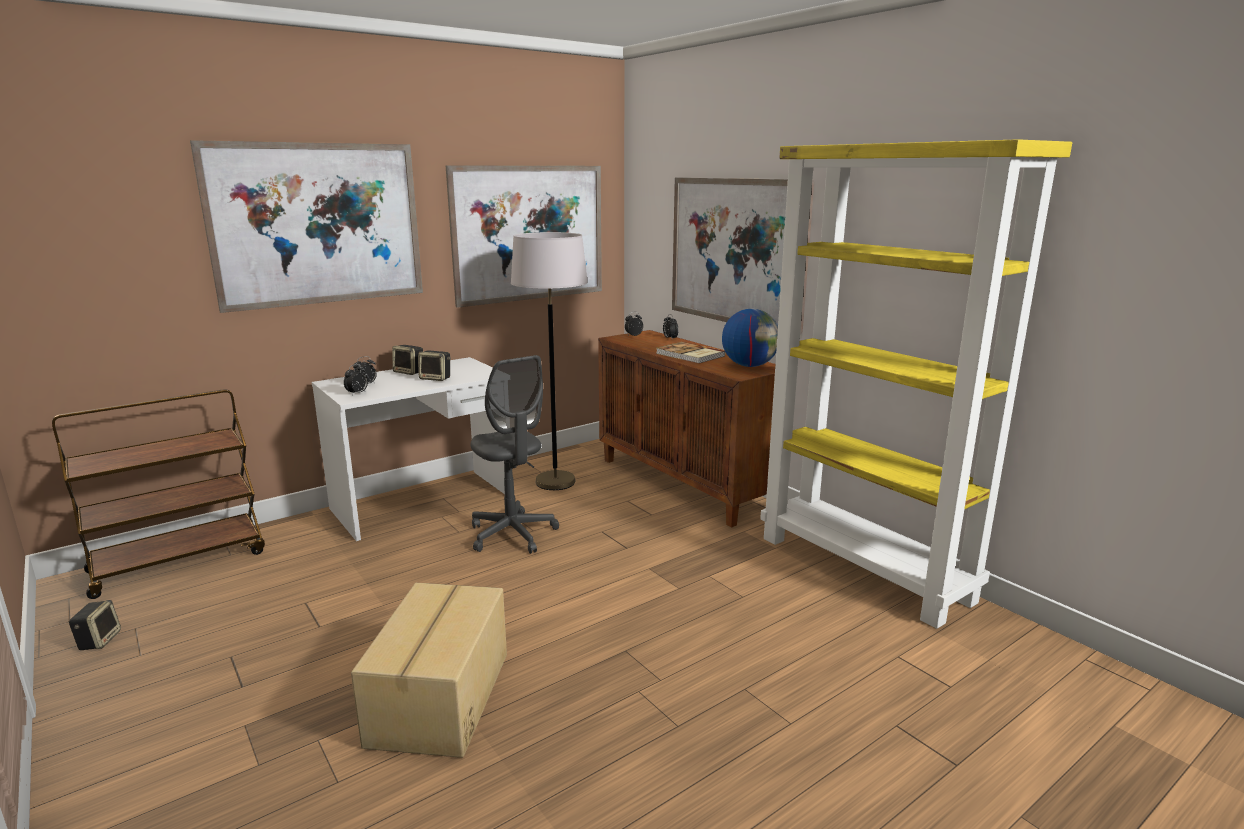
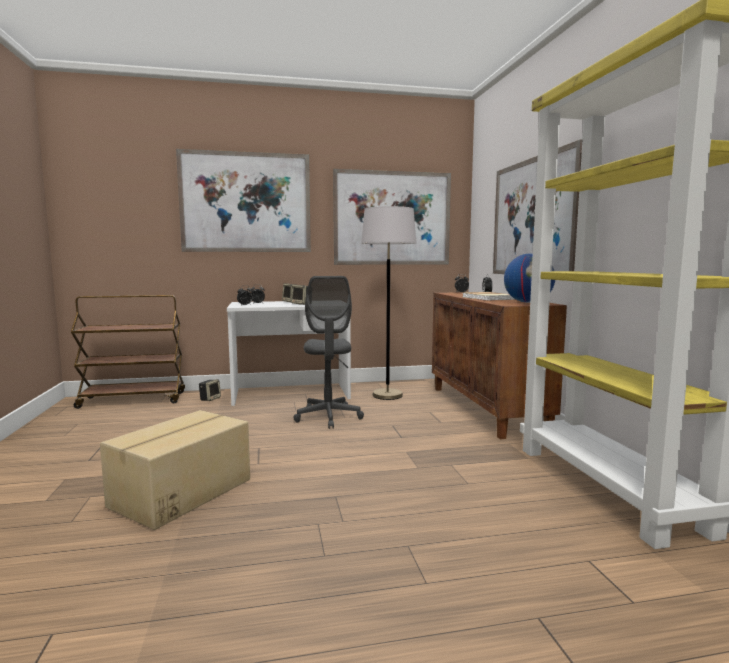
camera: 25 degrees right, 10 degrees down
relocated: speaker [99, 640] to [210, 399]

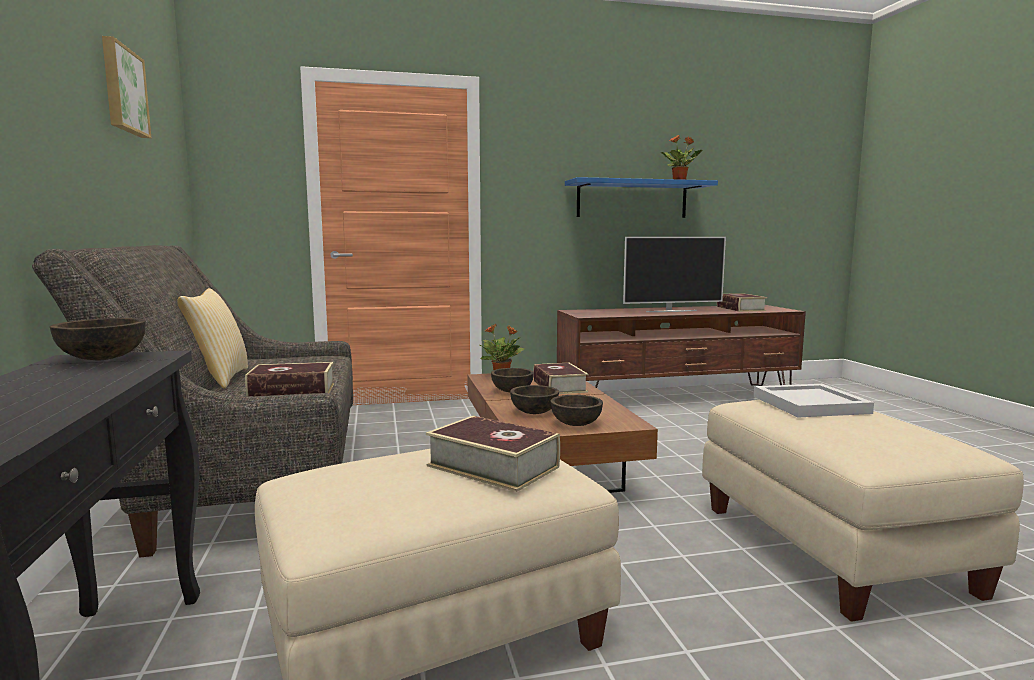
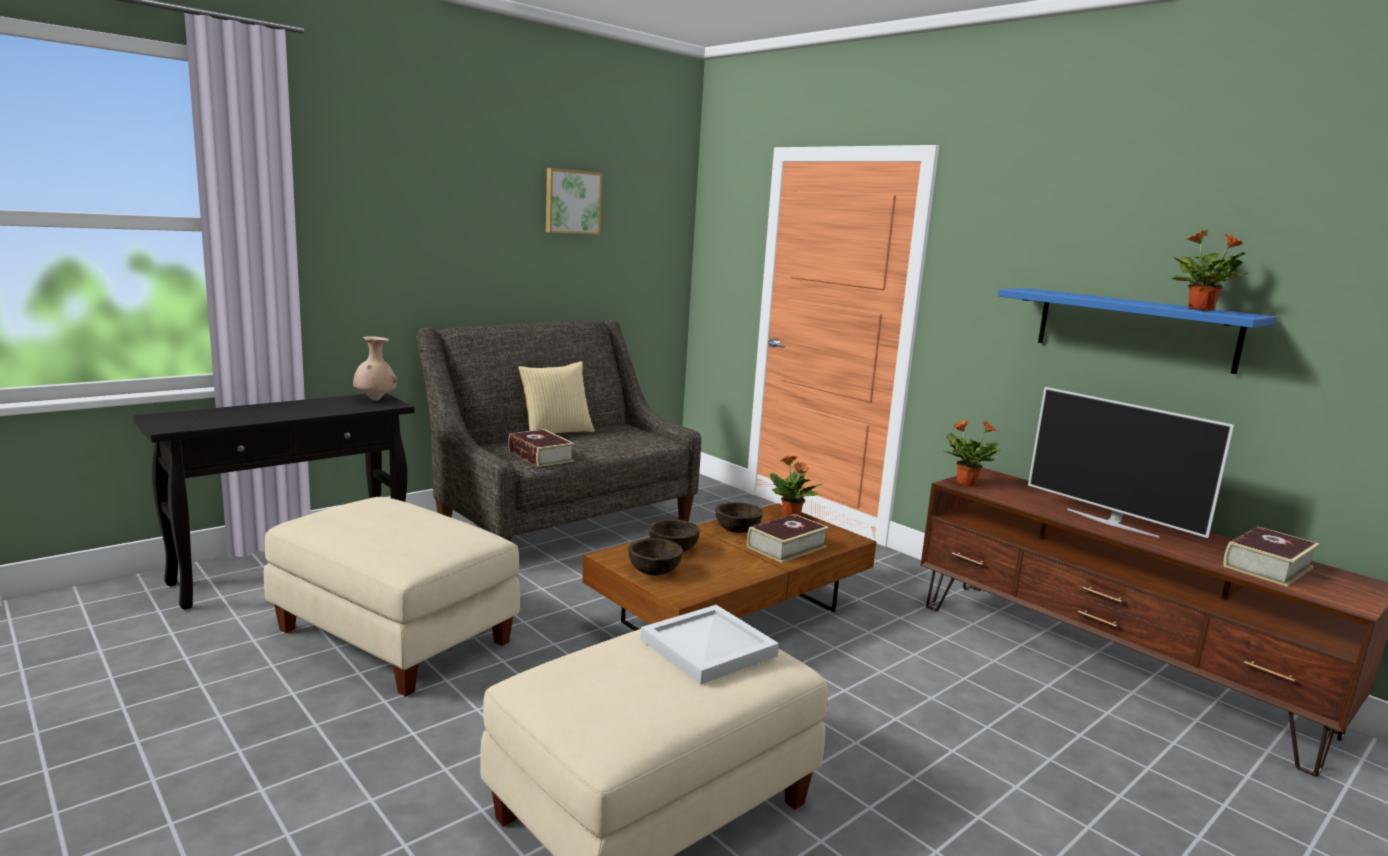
camera: 60 degrees right, 5 degrees up
missing: volume [493, 466]
appeared: plant in a pot [965, 483]
exchanged: deep dish (brown) [102, 359] to vase (beige-coloured) [375, 400]

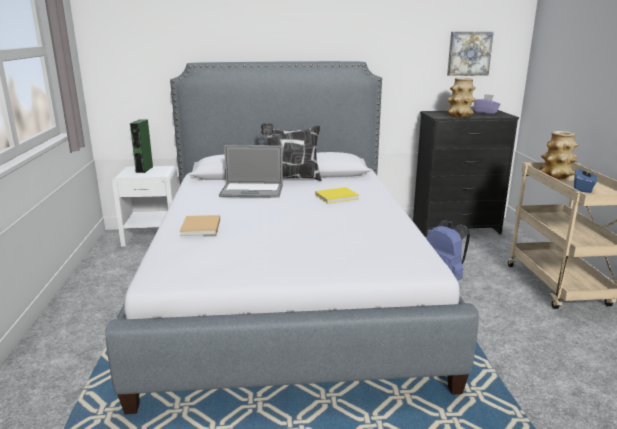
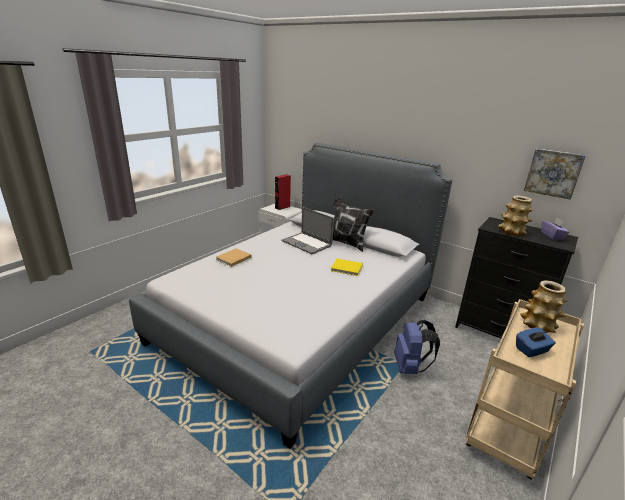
camera: 40 degrees right, 5 degrees up
colour: speaker (greenish) [144, 169] to speaker (red) [282, 207]

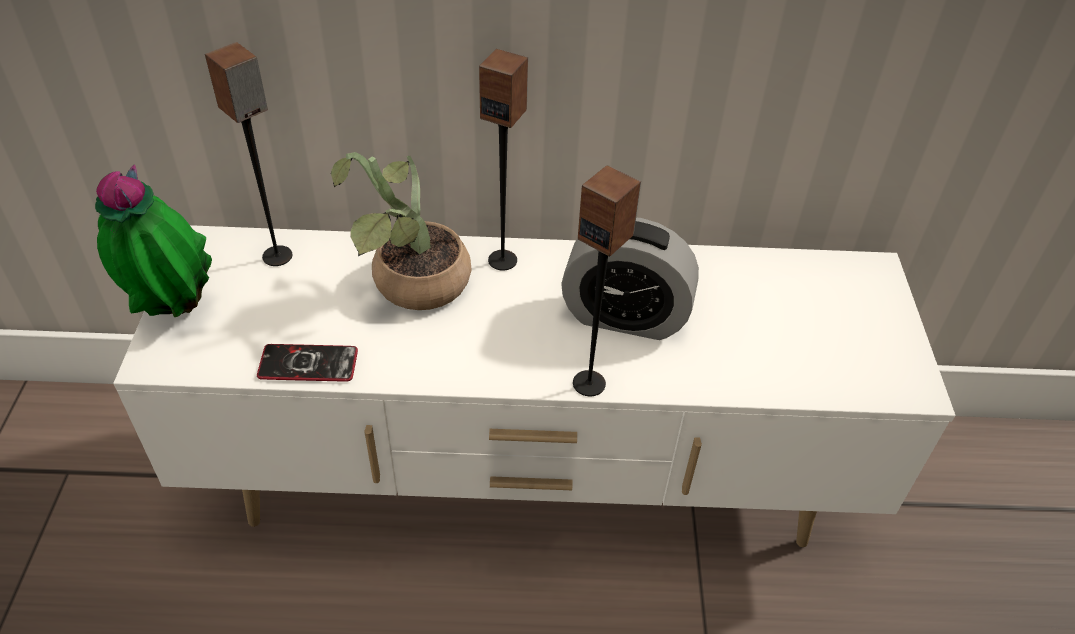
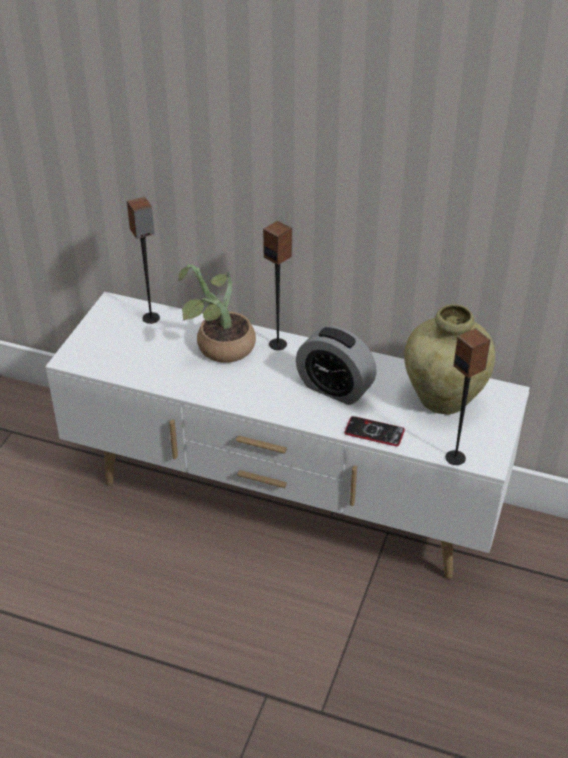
camera: 20 degrees right, 5 degrees down
missing: plant in a pot [173, 311]
appeared: vase (beige-coloured) [443, 399]
relocated: speaker [589, 383] to [455, 458]; handset [308, 364] to [374, 432]

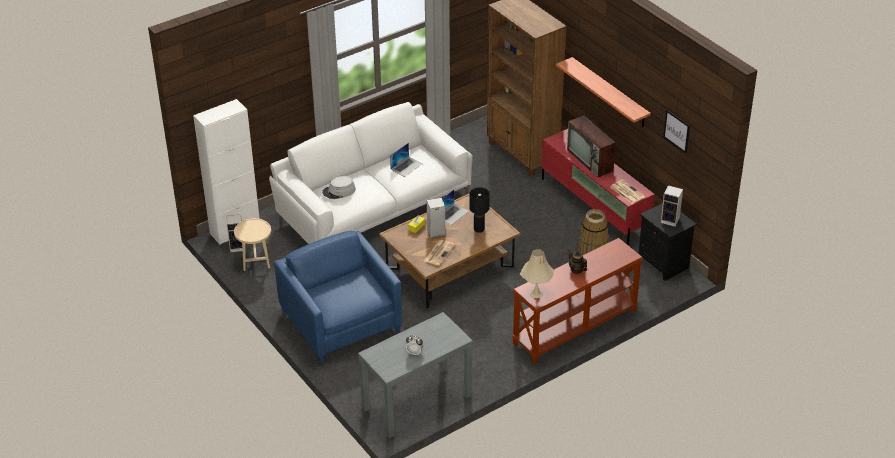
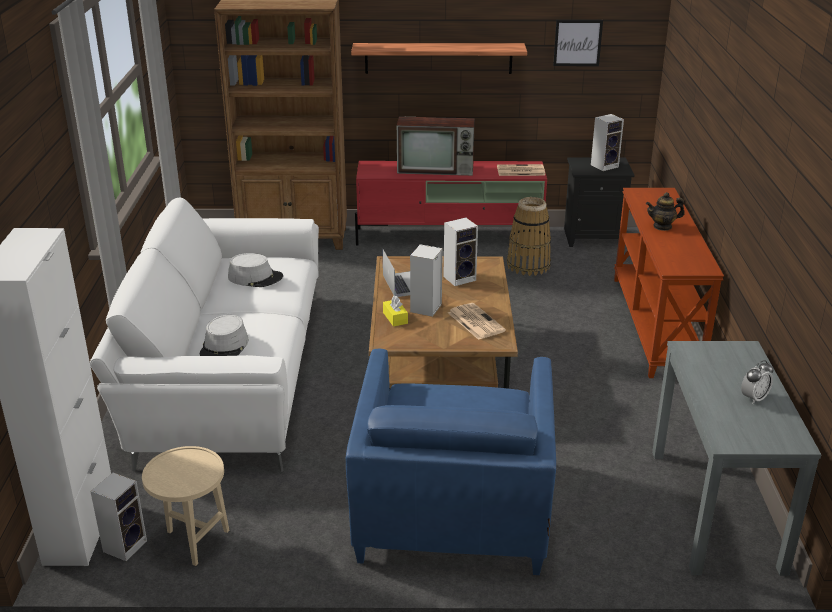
camera: 55 degrees left, 10 degrees down
missing: tabletop lamp (beige-coloured) [536, 293]
exchanged: notebook computer [406, 166] to hat (gray) [255, 277]; tabletop lamp (blackish) [479, 229] to speaker [460, 278]
spun: lounge chair (blue-coloured) [341, 321] = [452, 508] 90 degrees counterclockwise

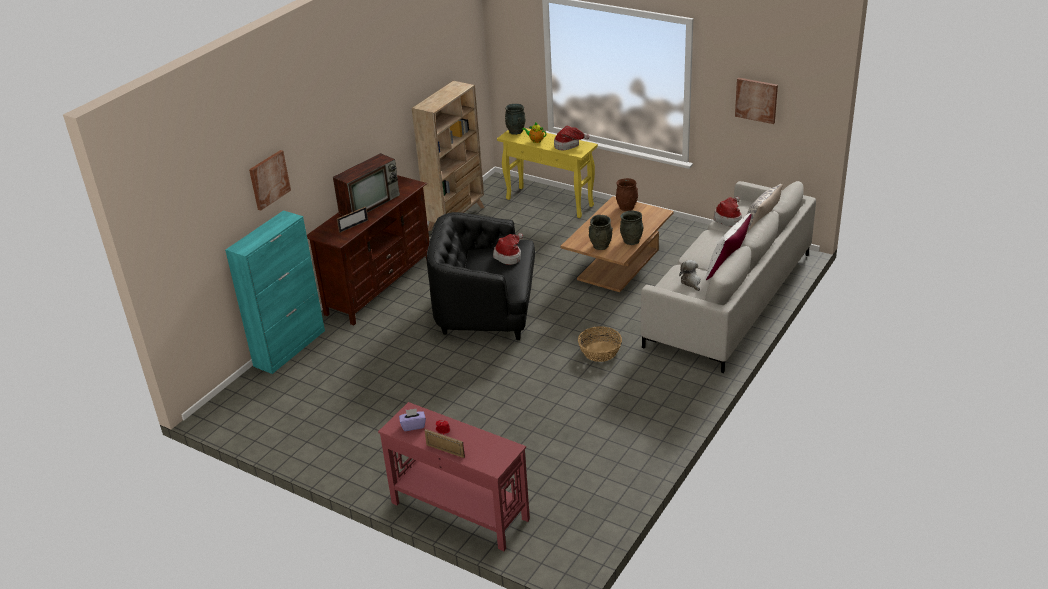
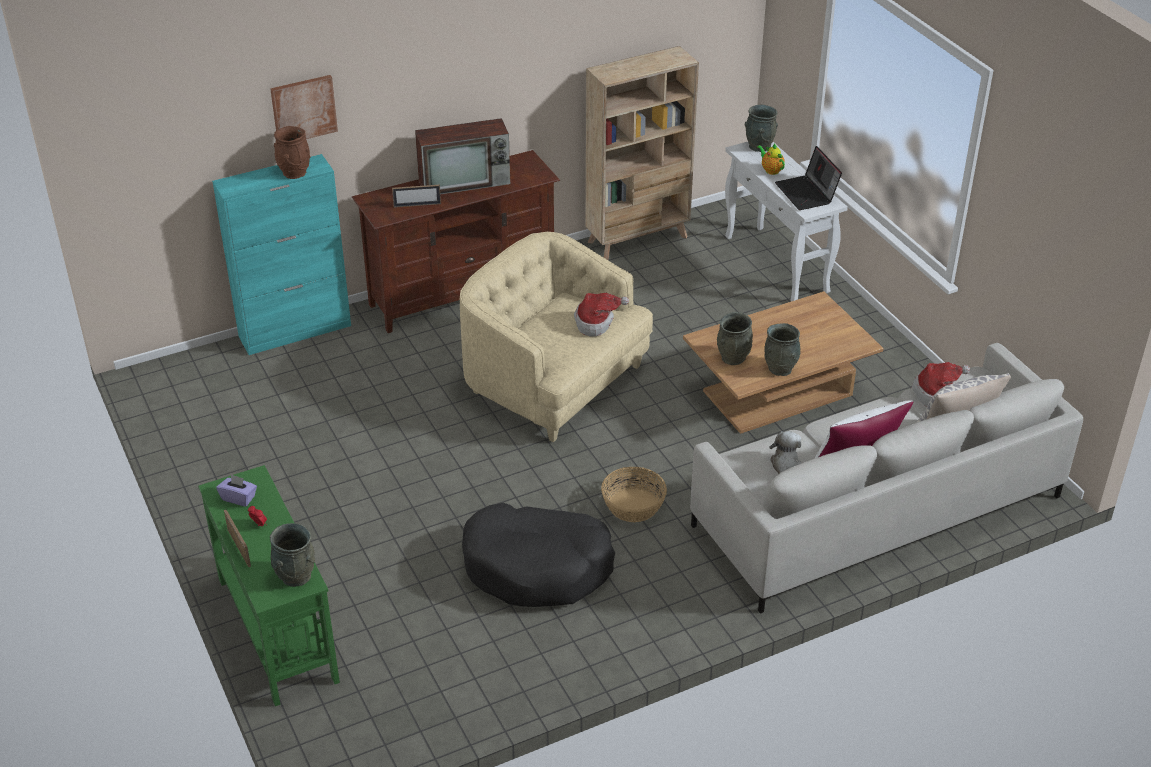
camera: 30 degrees right, 5 degrees up
missing: wall art [756, 100]
appeared: dog cushion (blackish) [537, 567]; vase (gray) [295, 576]
relocated: vase (brown) [627, 207] to [295, 173]
exchanged: hat [568, 145] to notebook computer [807, 193]
colour: console table (yellow-coloured) [550, 202] to console table (white-coloured) [777, 265]; lounge chair (blackish) [486, 310] to lounge chair (beige-coloured) [554, 383]; console table (red) [459, 510] to console table (greenish) [277, 628]

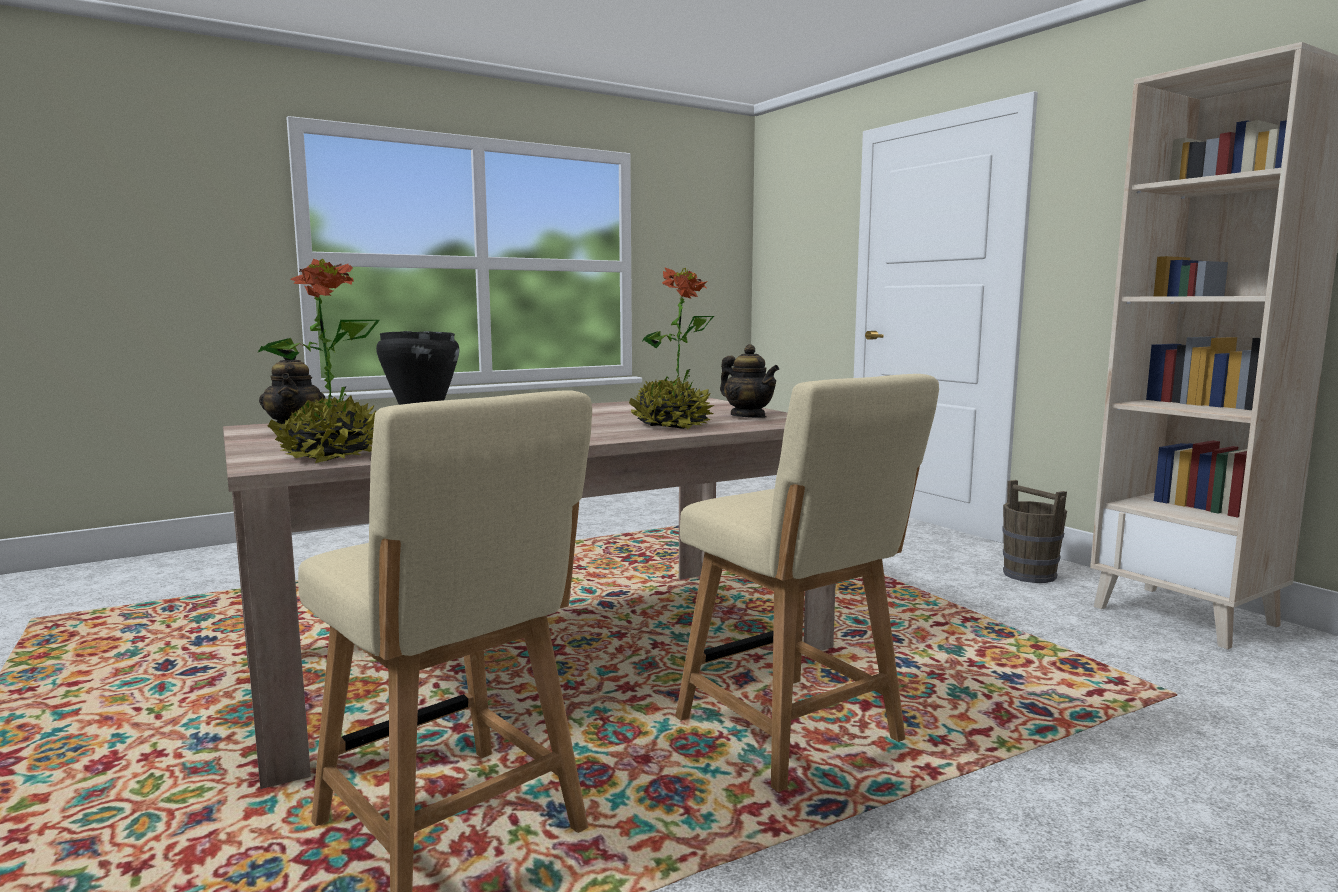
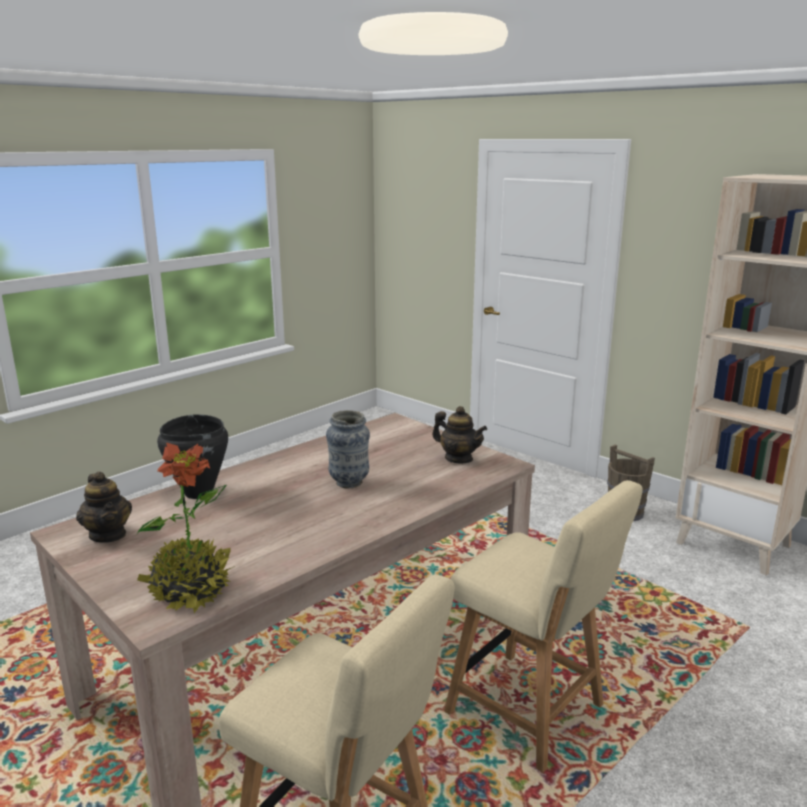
camera: 15 degrees left, 10 degrees up
missing: plant in a pot [672, 425]
appeared: vase [349, 483]

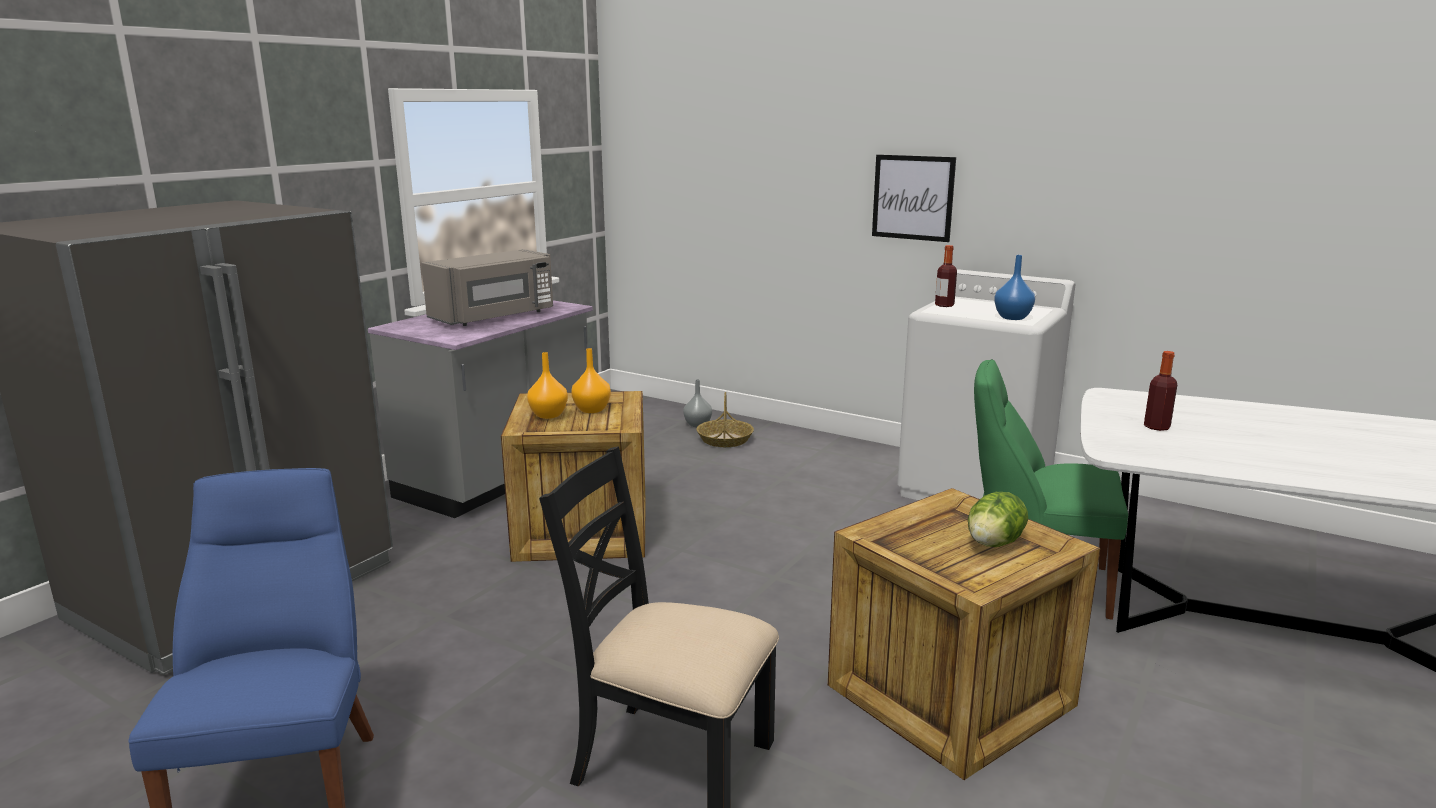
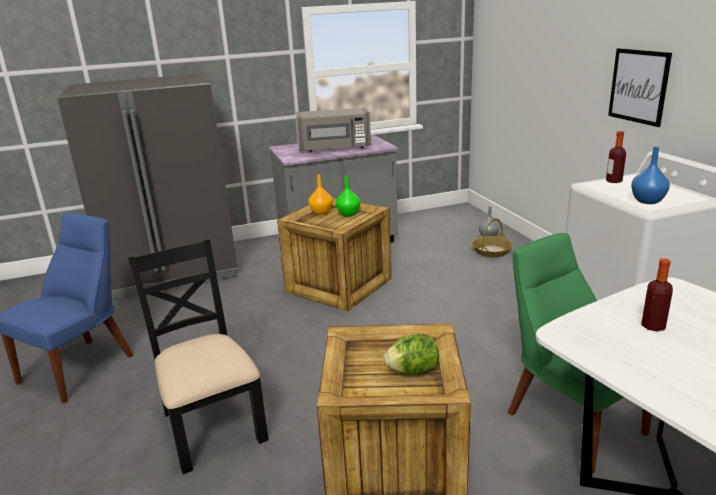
camera: 40 degrees right, 5 degrees up
colour: vase (orange) [591, 410] to vase (greenish) [348, 214]

